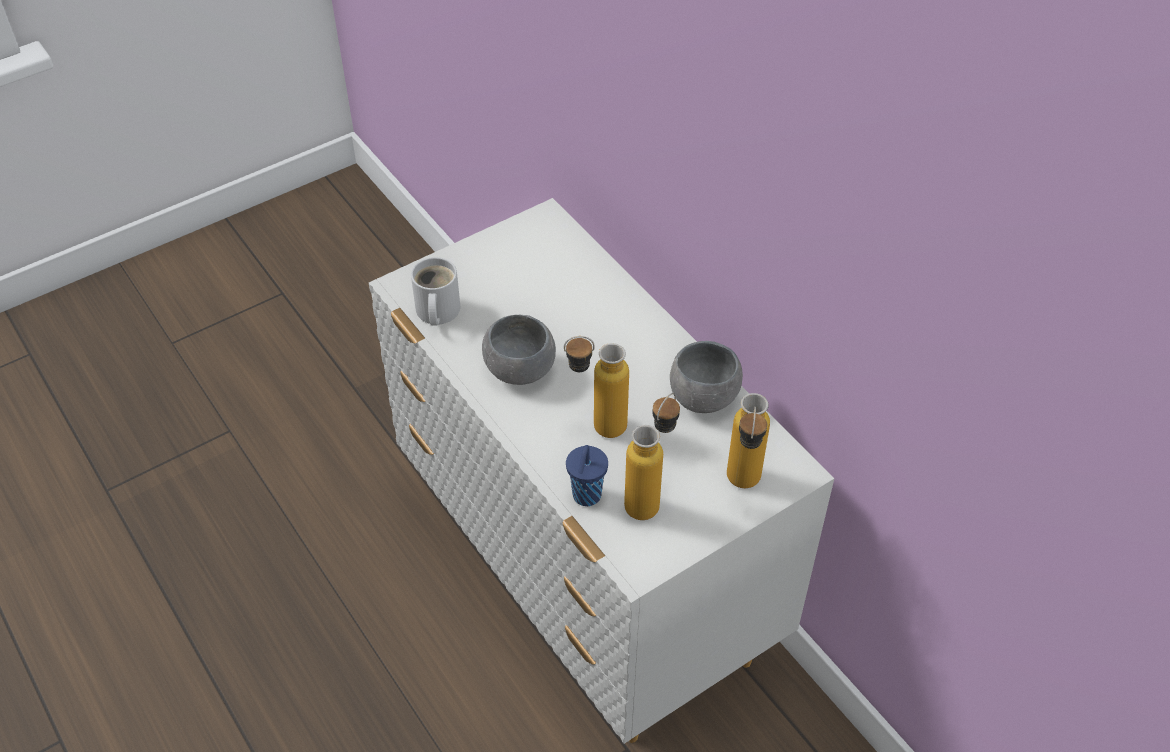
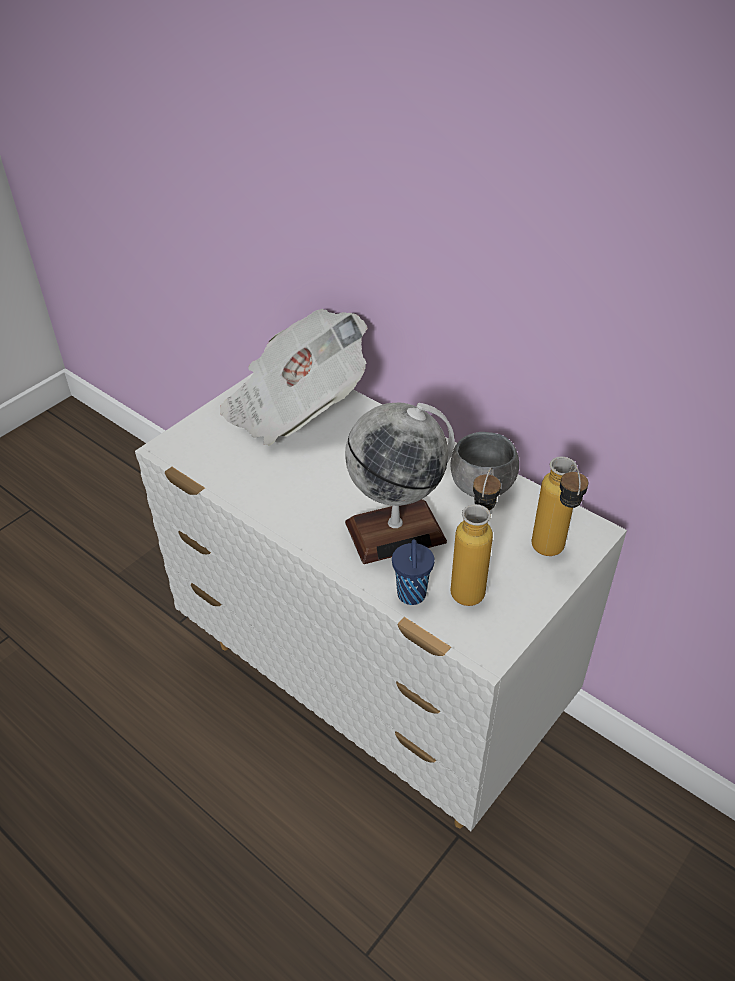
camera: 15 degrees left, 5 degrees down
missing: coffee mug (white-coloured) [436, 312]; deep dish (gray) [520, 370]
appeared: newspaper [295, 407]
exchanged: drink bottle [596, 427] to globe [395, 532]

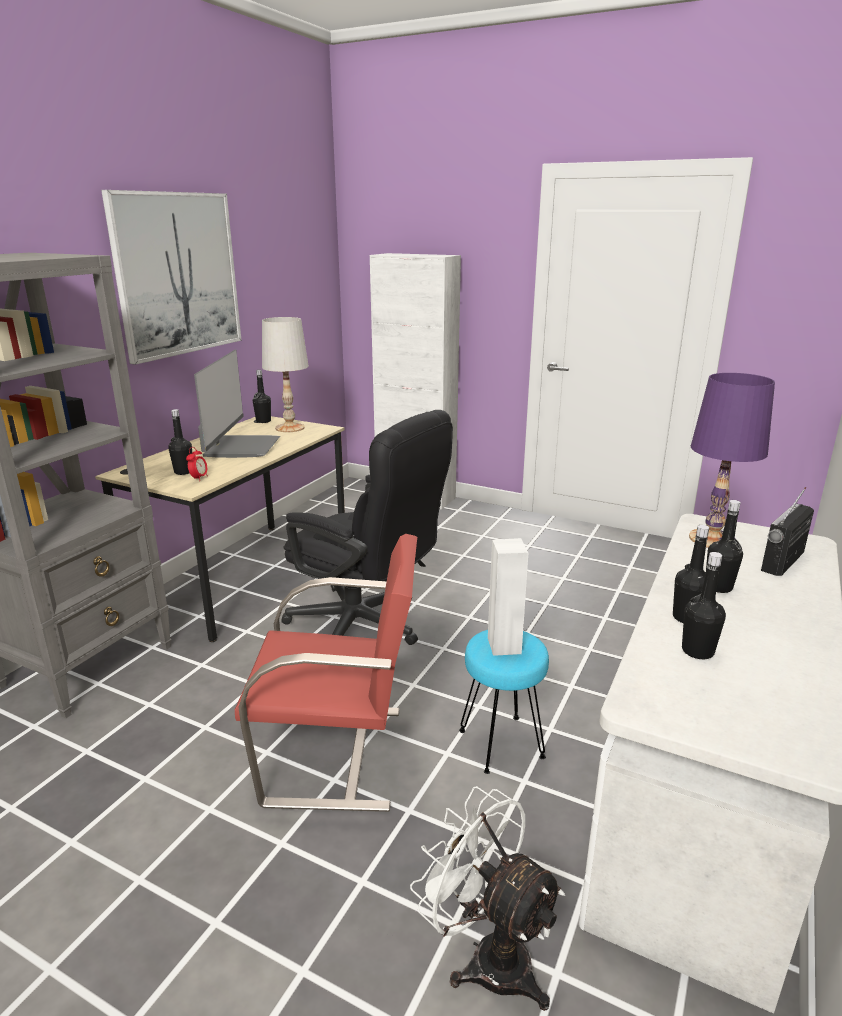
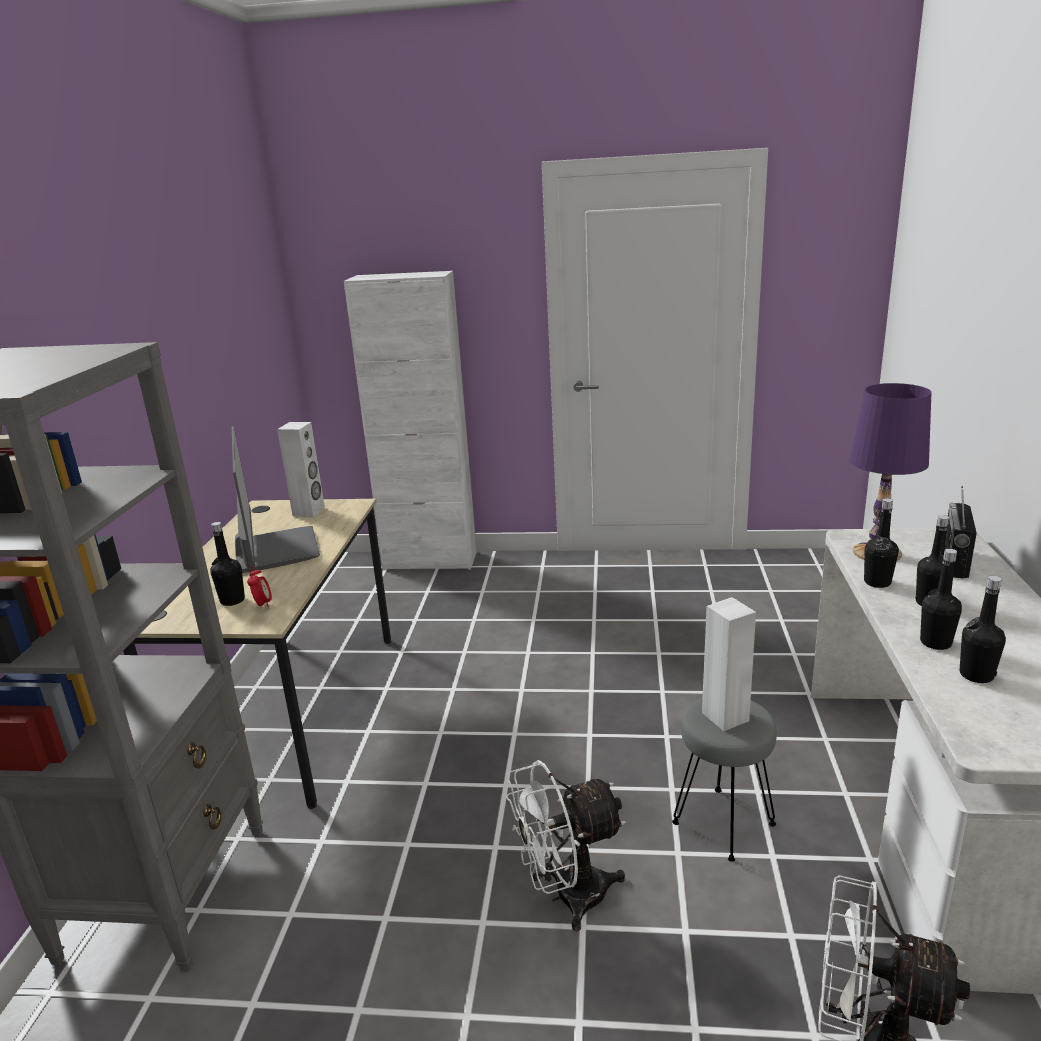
camera: 20 degrees left, 0 degrees up
missing: wall art [177, 274]; computer chair (blackish) [366, 627]
relocated: drink bottle (blackish) [263, 421] to [877, 582]
exchanged: tabletop lamp (white-coloured) [290, 428] to speaker (white-coloured) [309, 512]; upright chair (red) [338, 755] to cooling fan (white-coloured) [567, 896]
colour: stool (turquoise-coloured) [501, 743] to stool (gray) [722, 822]

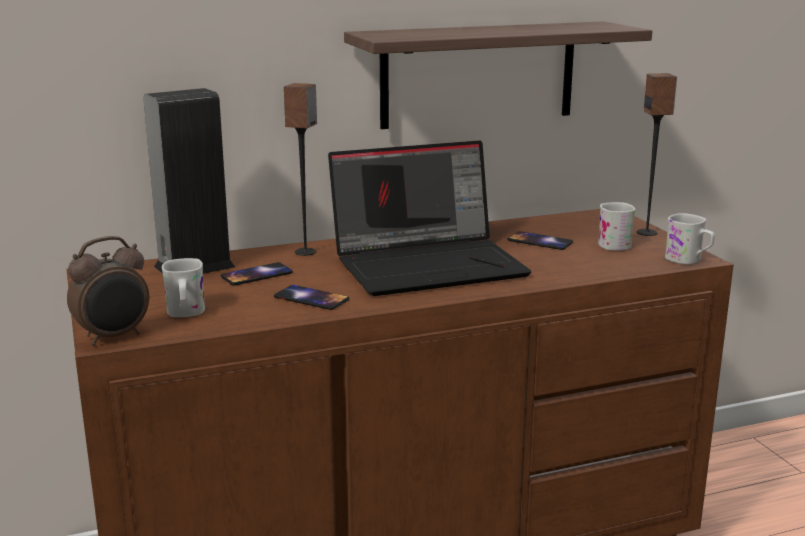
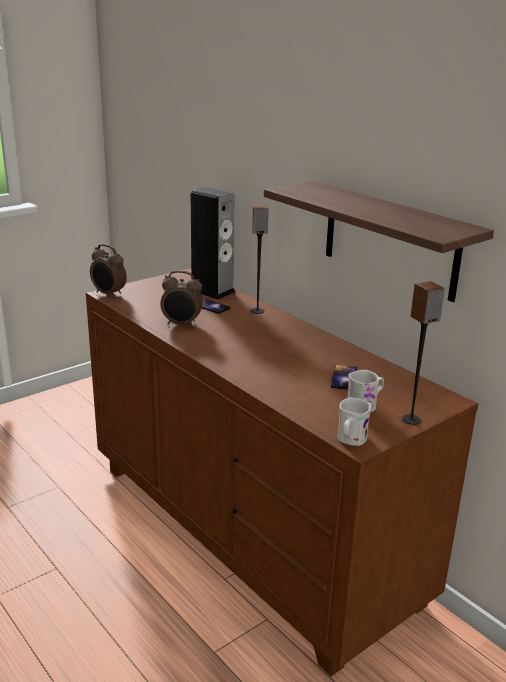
camera: 70 degrees right, 5 degrees up
missing: notebook computer [430, 264]; coffee mug (white-coloured) [185, 313]
exchanged: handset [311, 298] to table clock [182, 324]

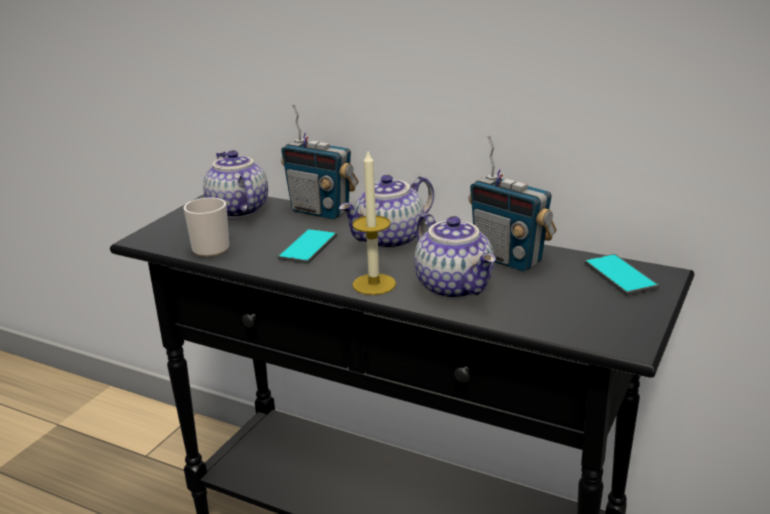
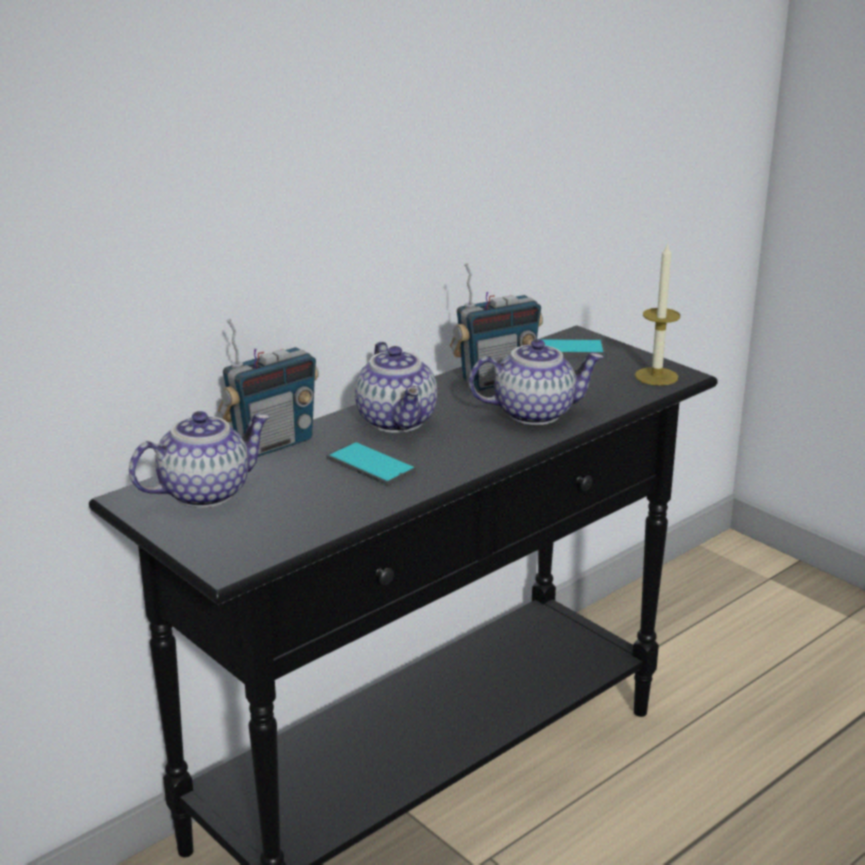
camera: 70 degrees left, 0 degrees up
missing: coffee mug [208, 247]
relocated: wax candle [374, 284] to [656, 376]
spun: pot for tea [236, 210] = [205, 492] 150 degrees clockwise

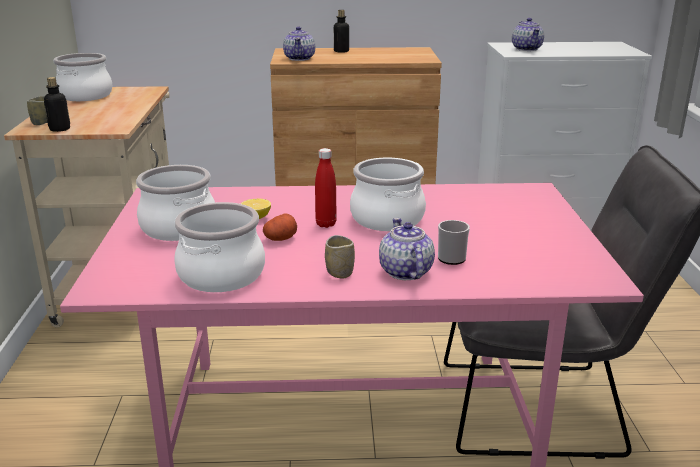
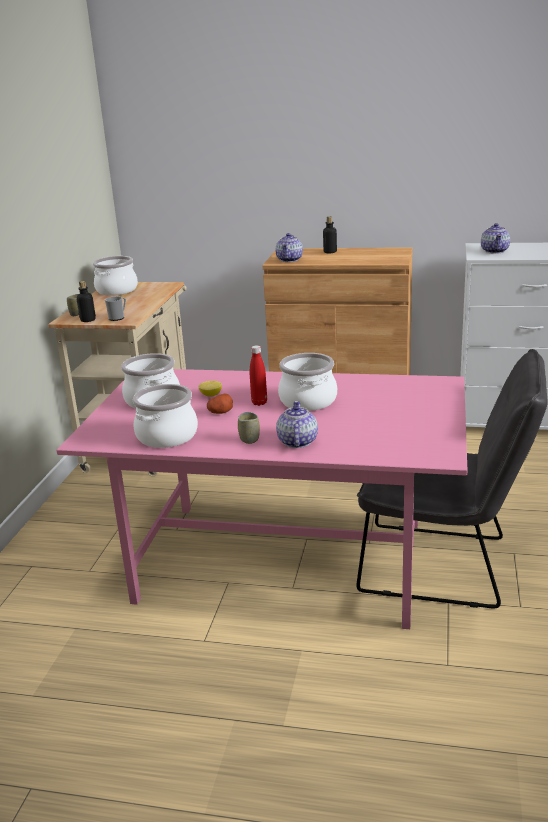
camera: 15 degrees right, 0 degrees up
relocated: coffee mug [453, 257] to [118, 318]

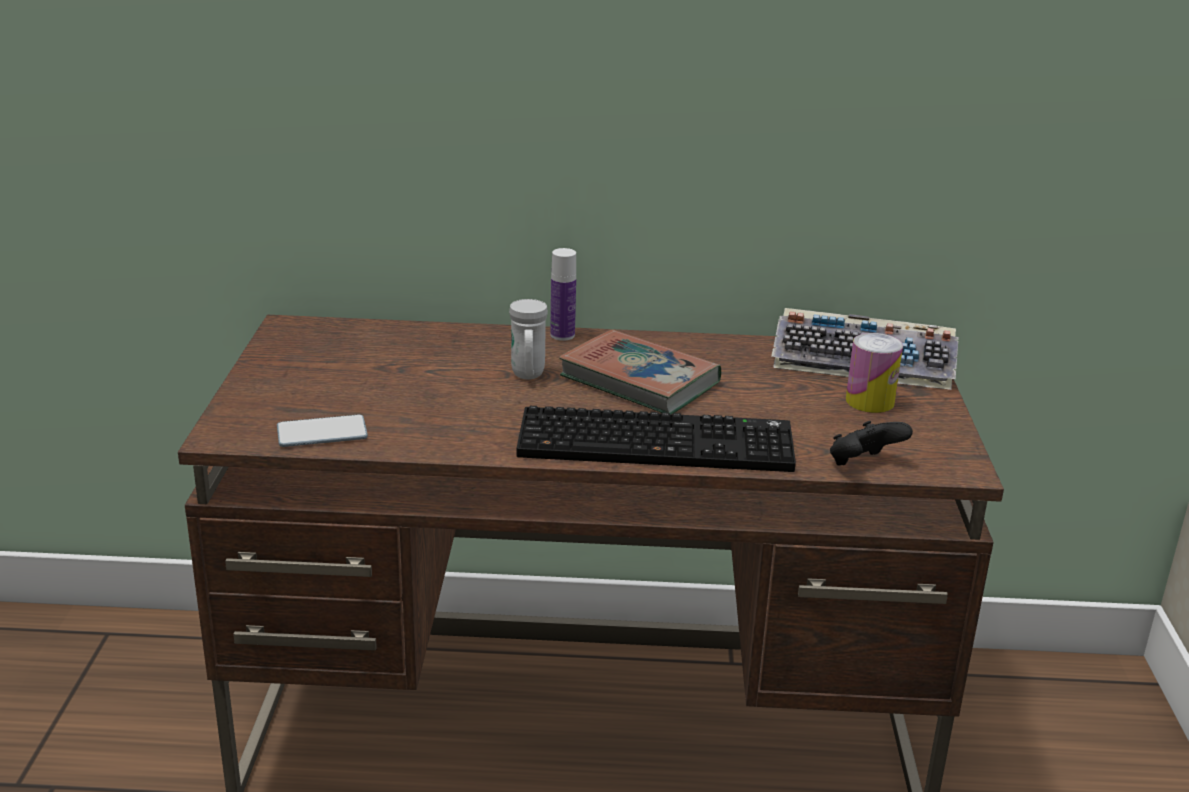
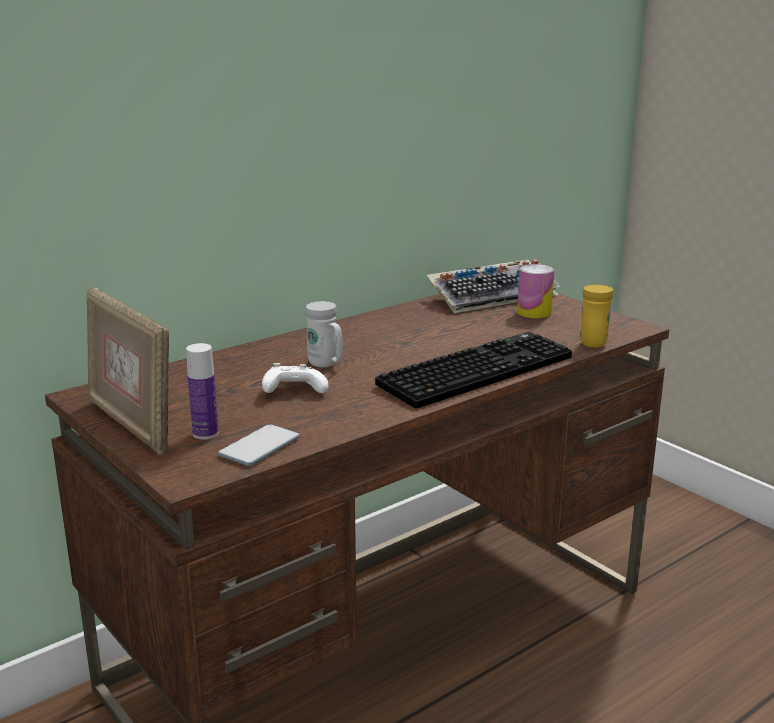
camera: 40 degrees left, 5 degrees down
missing: volume [639, 380]
appeared: photo frame [131, 425]; joypad (white-coloured) [293, 391]
relocated: drink bottle [562, 335] to [205, 433]
exchanged: joypad (blackish) [863, 465] to coffee mug (yellow-coloured) [593, 341]

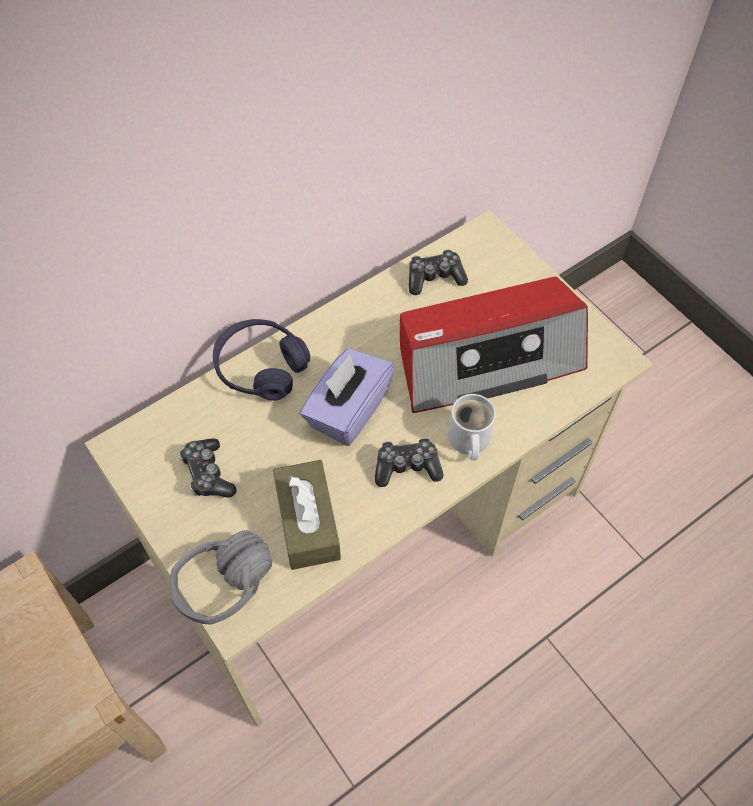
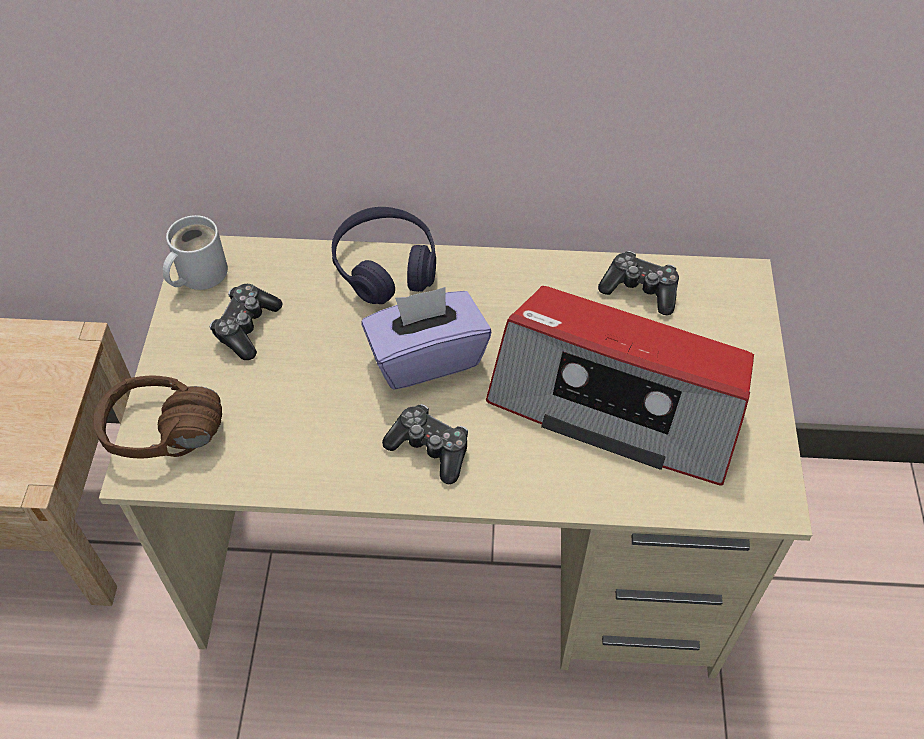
camera: 40 degrees right, 5 degrees down
missing: tissue box (brown) [307, 522]
relocated: coffee mug (white-coloured) [467, 440] to [198, 274]
colour: headphones (gray) [233, 595] to headphones (brown) [161, 447]

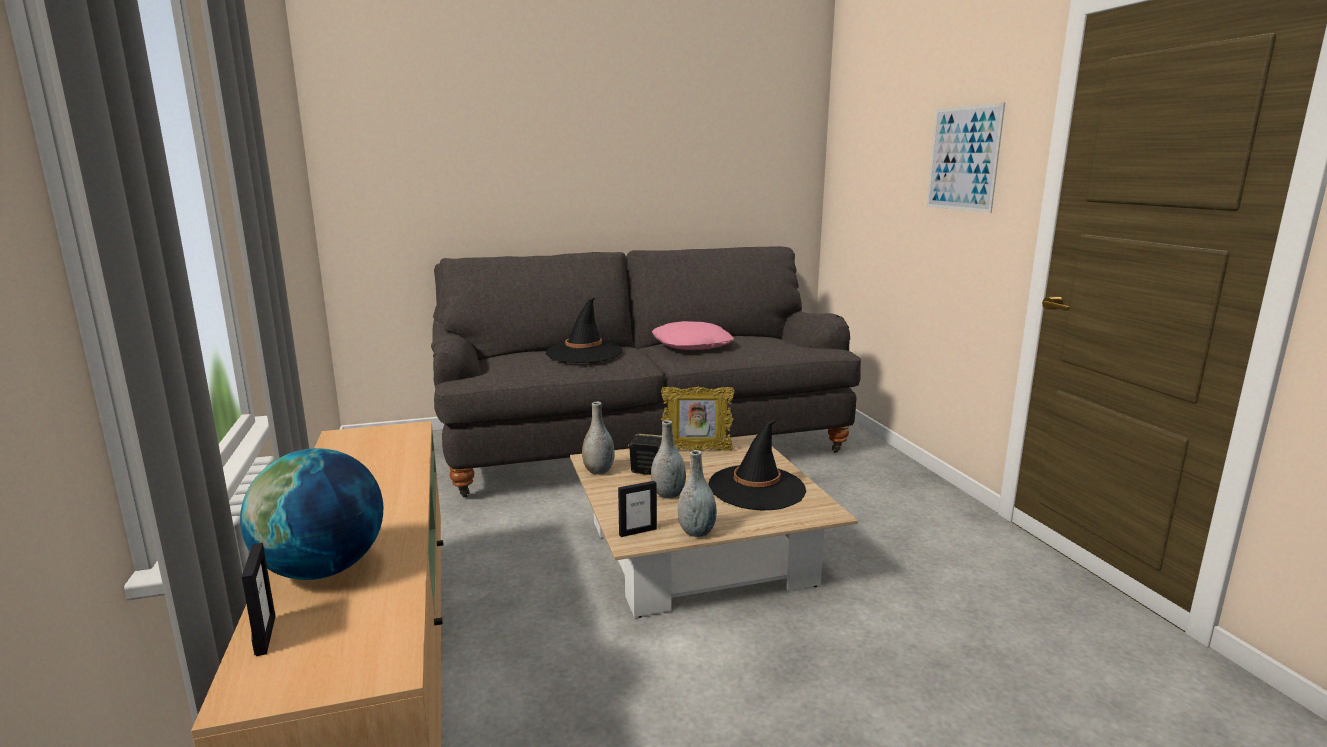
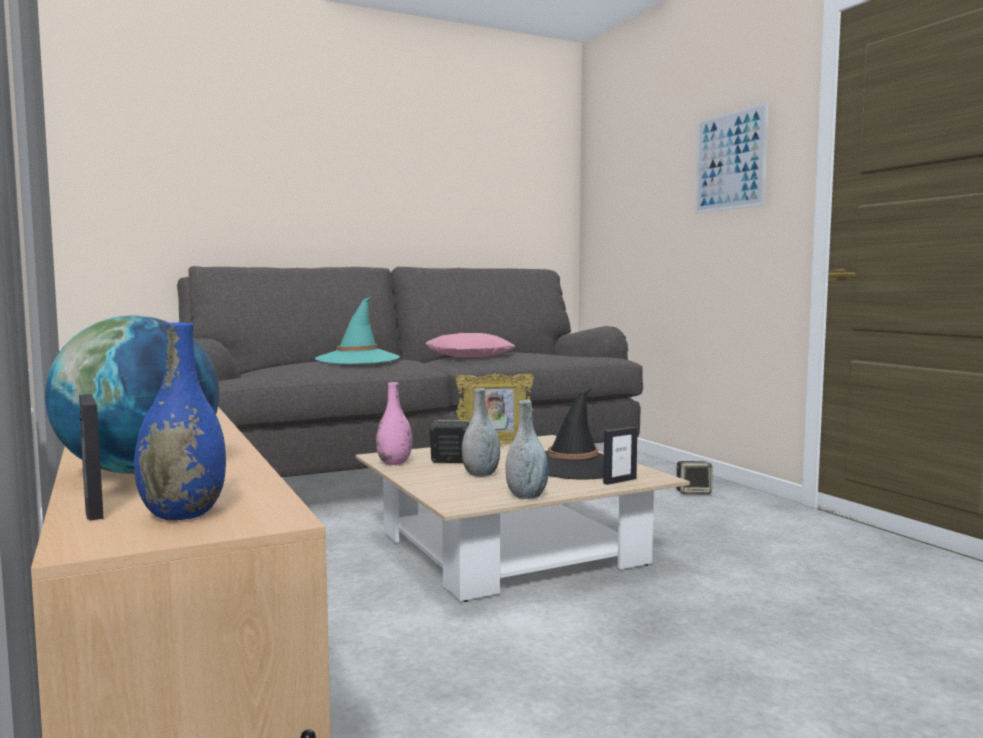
camera: 10 degrees left, 10 degrees down
appeared: vase (blue-coloured) [183, 514]; speaker [694, 492]
relocated: photo frame [637, 531] to [619, 481]
colour: hat (blackish) [584, 353] to hat (turquoise-coloured) [357, 359]; vase (gray) [598, 471] to vase (pink-coloured) [394, 463]

